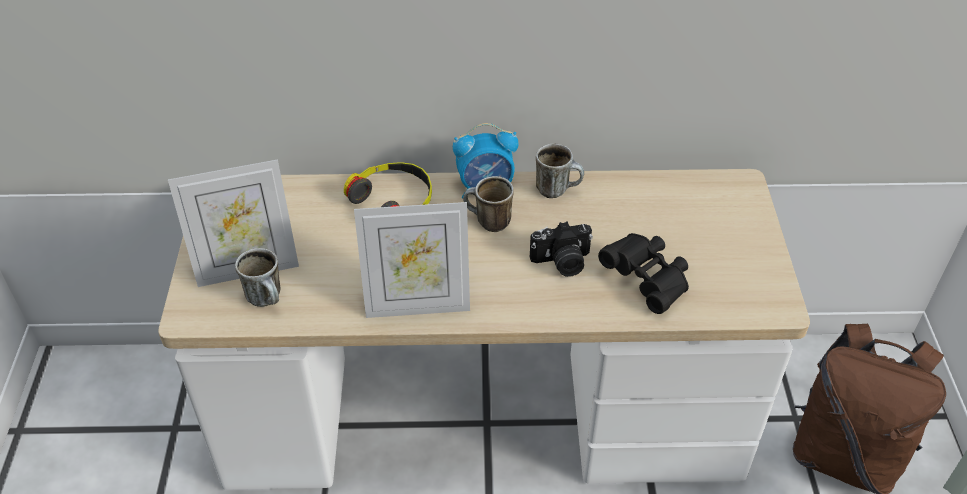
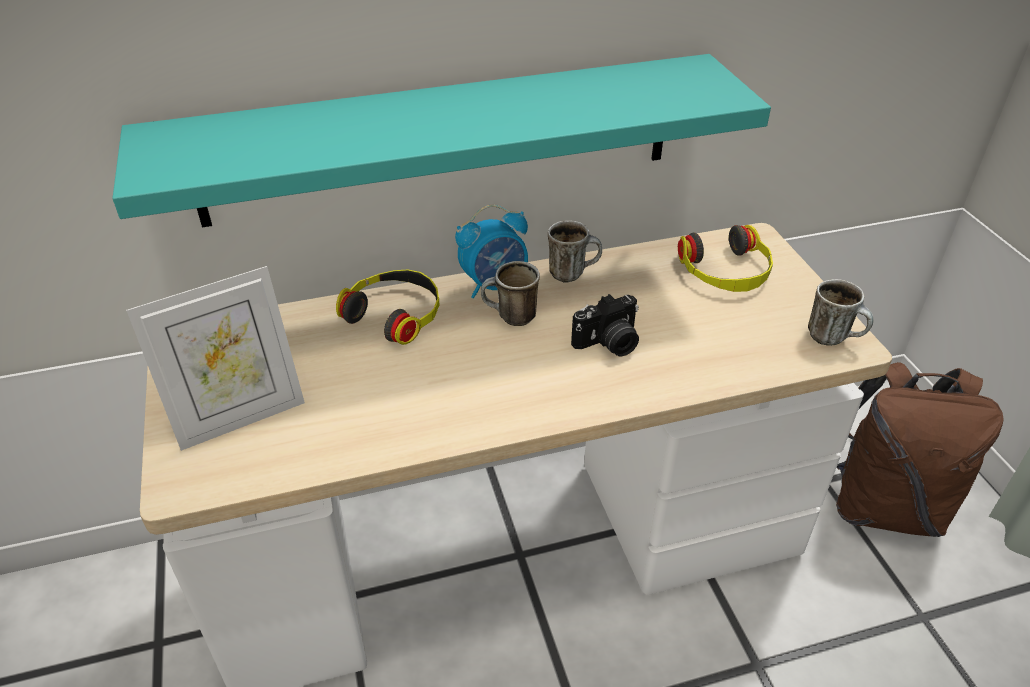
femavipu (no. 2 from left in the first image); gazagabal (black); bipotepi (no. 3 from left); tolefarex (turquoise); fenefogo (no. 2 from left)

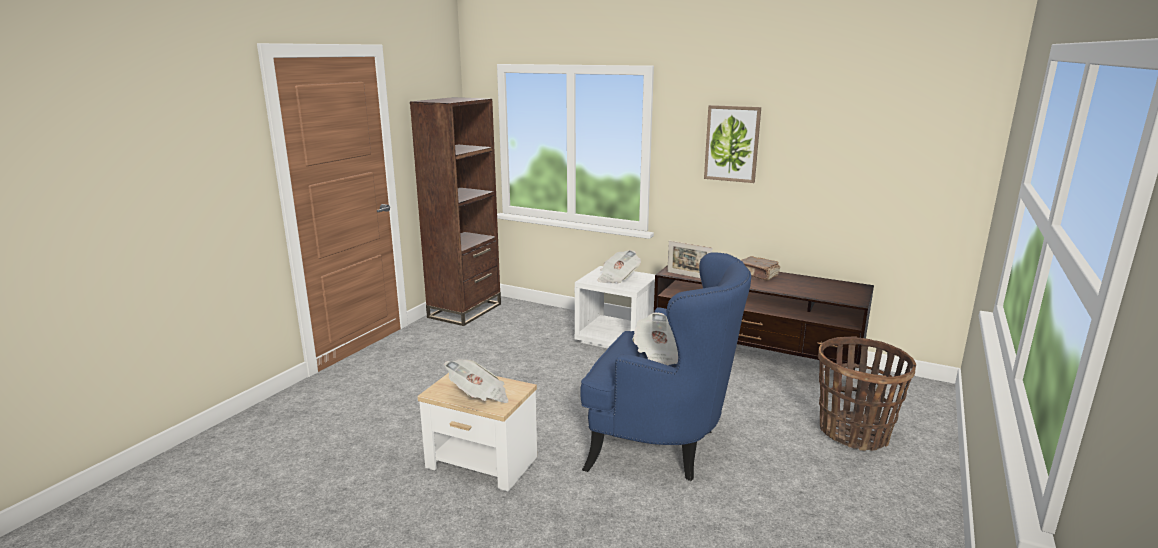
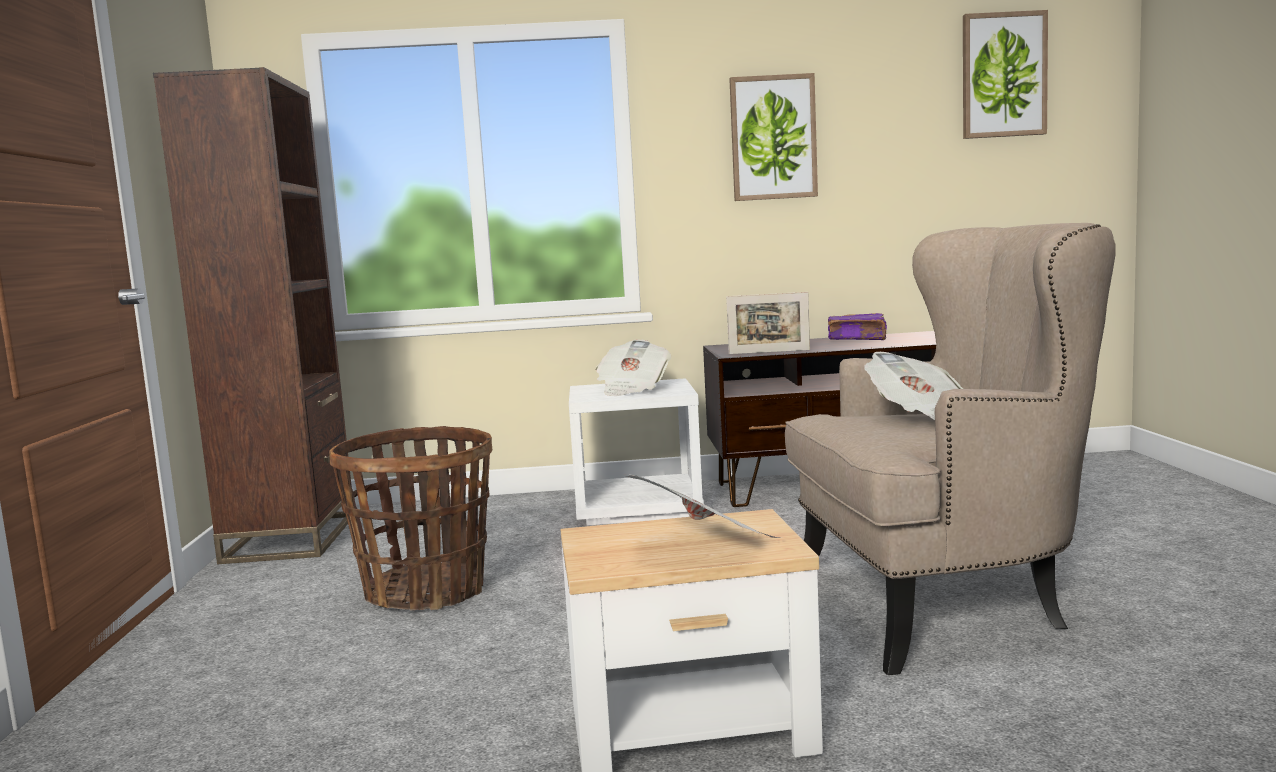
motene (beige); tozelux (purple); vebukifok; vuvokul (no. 2 from left)

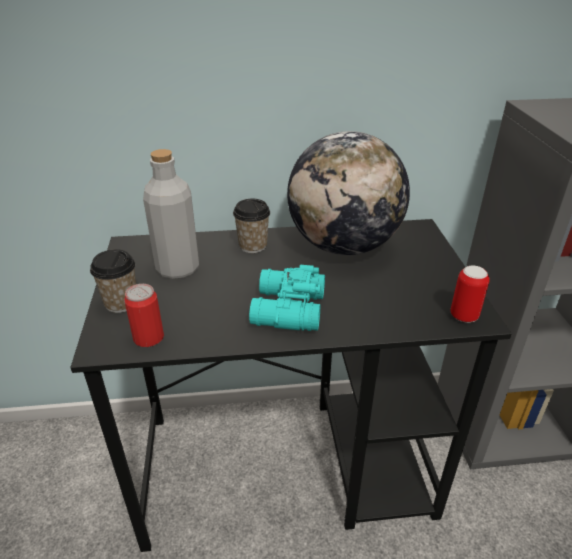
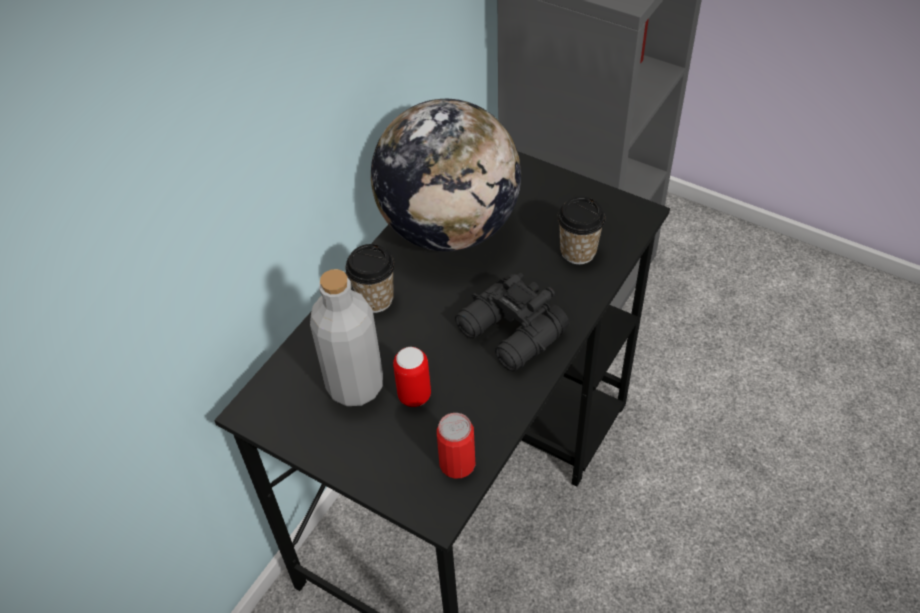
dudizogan (no. 2 from left); gazagabal (black); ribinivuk (no. 1 from left)

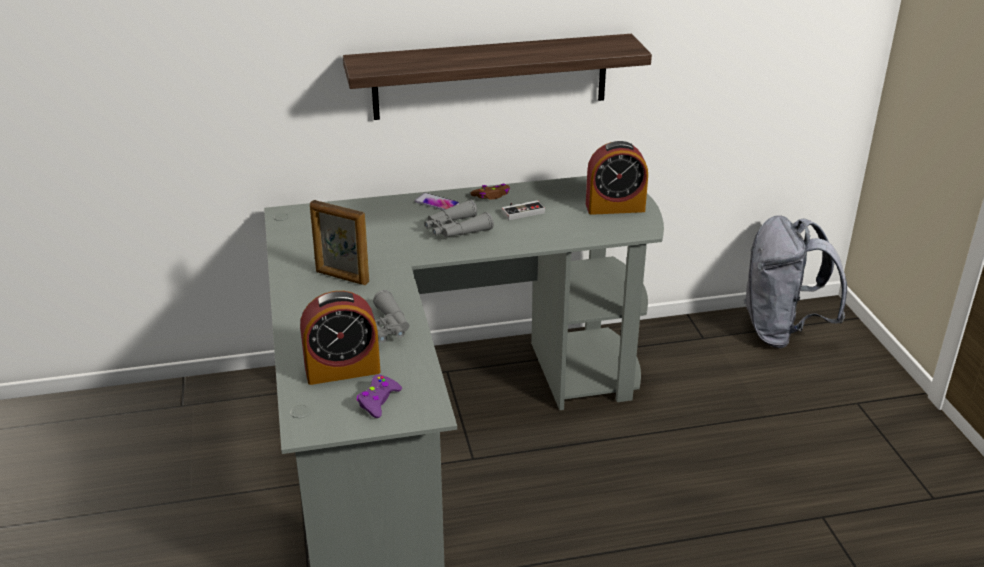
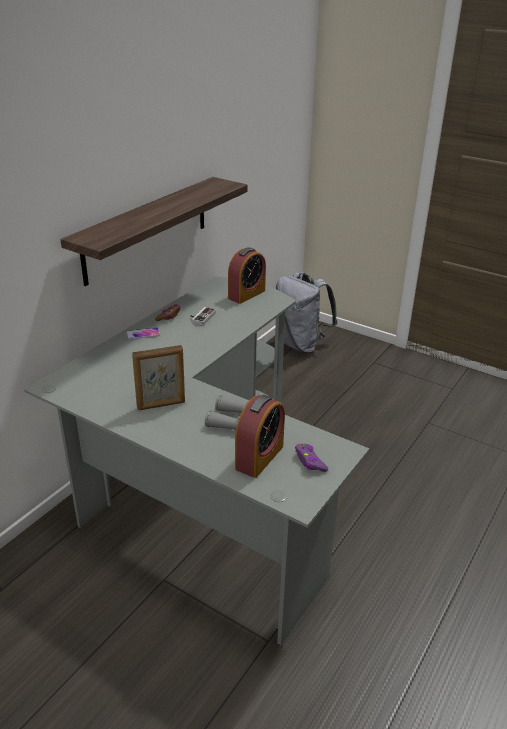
gazagabal (grey) (no. 2 from left in the first image)

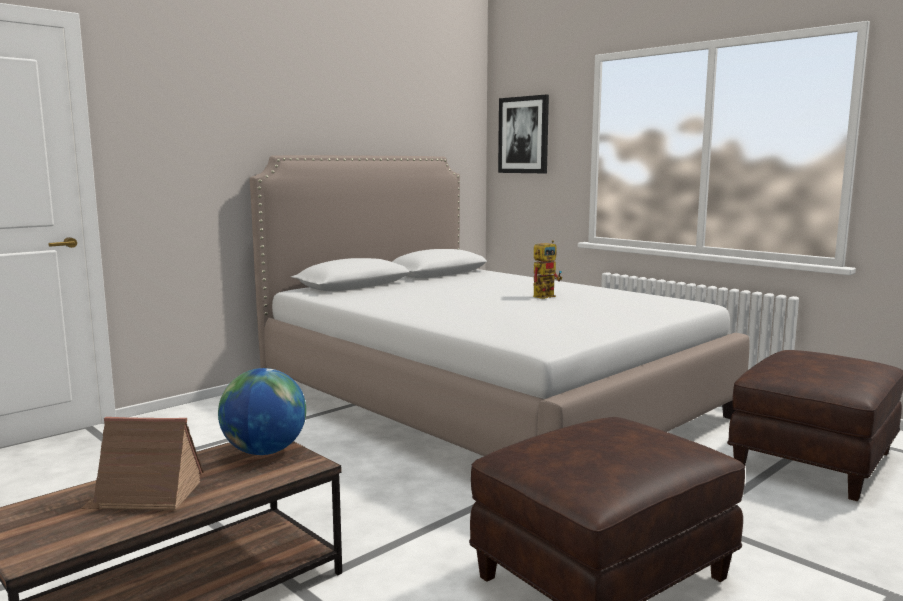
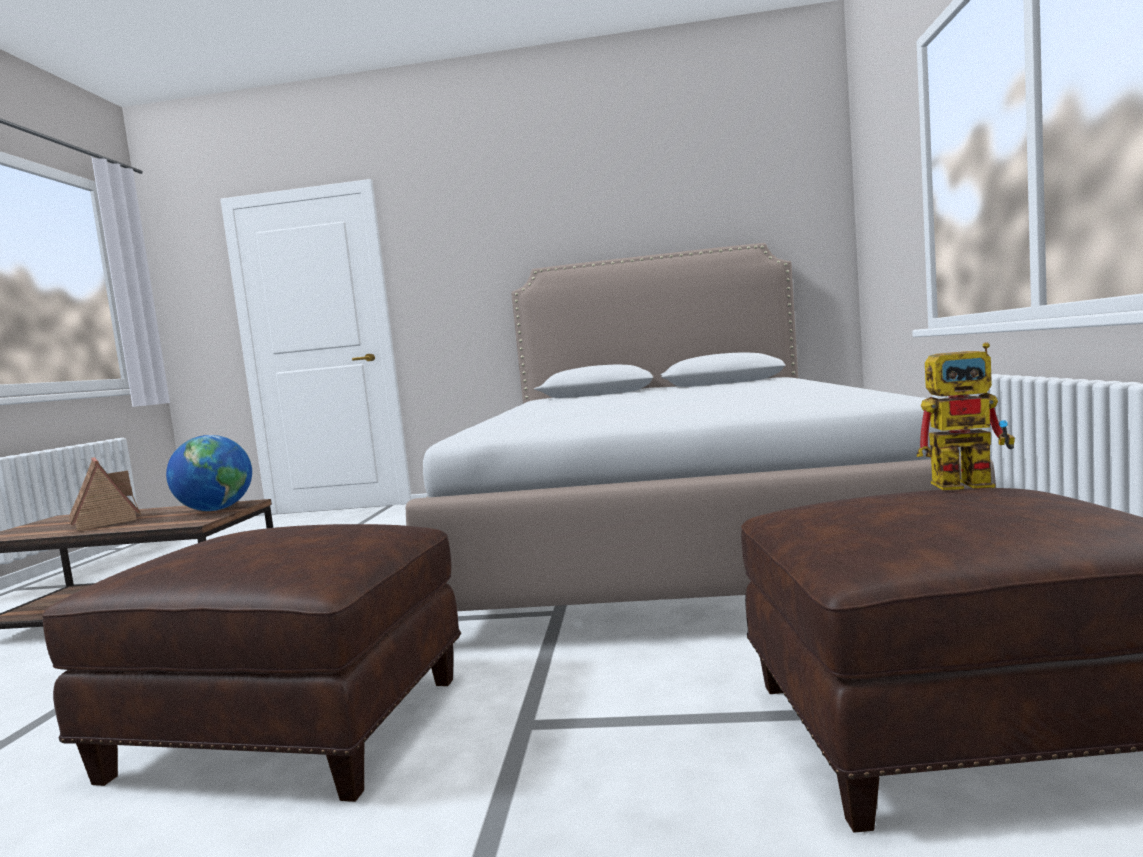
vuvokul; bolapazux

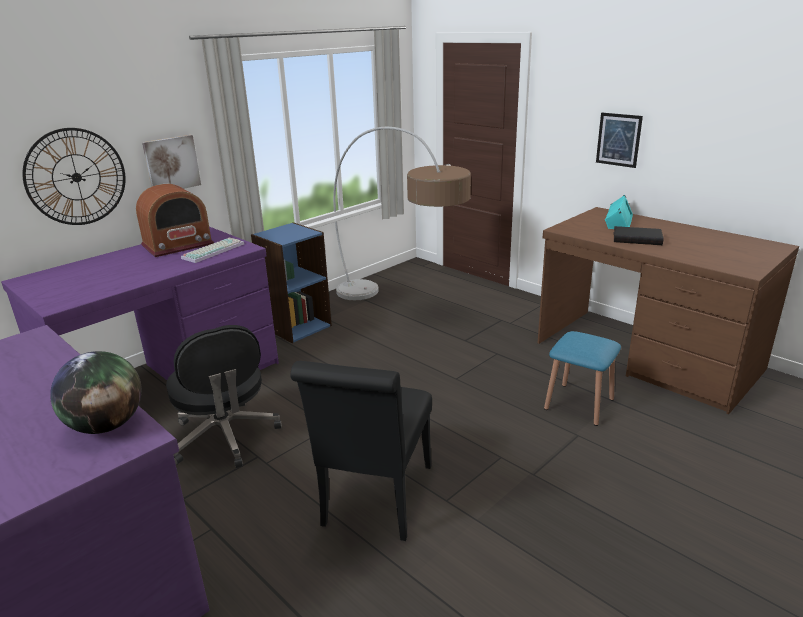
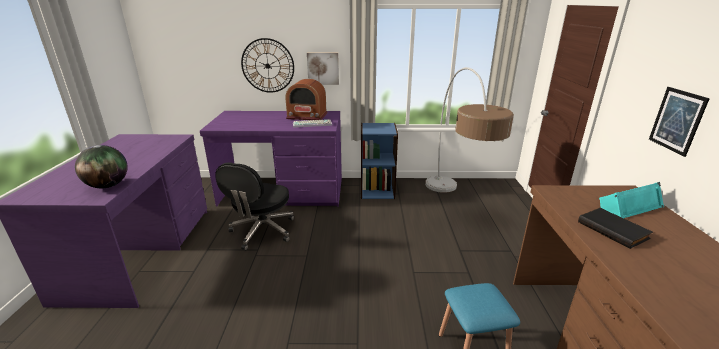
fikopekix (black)

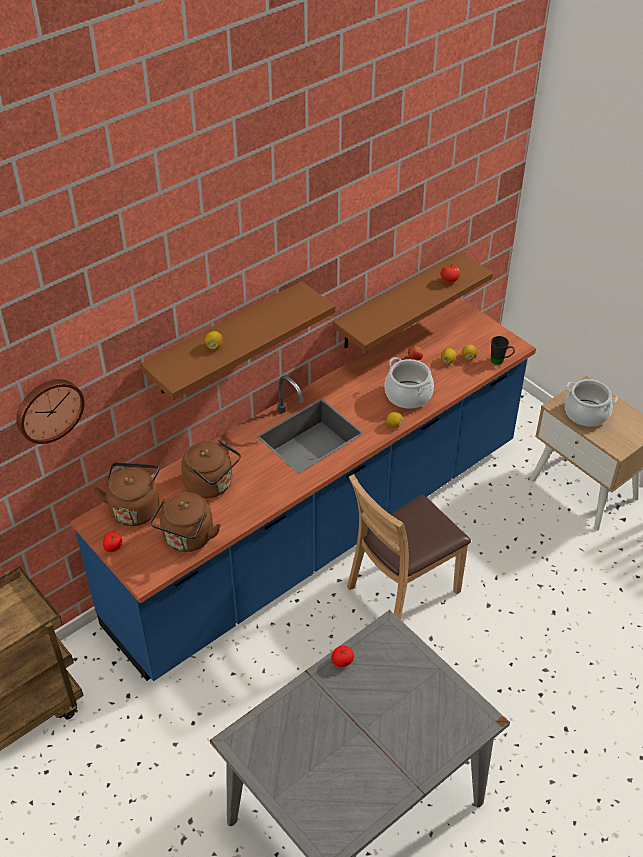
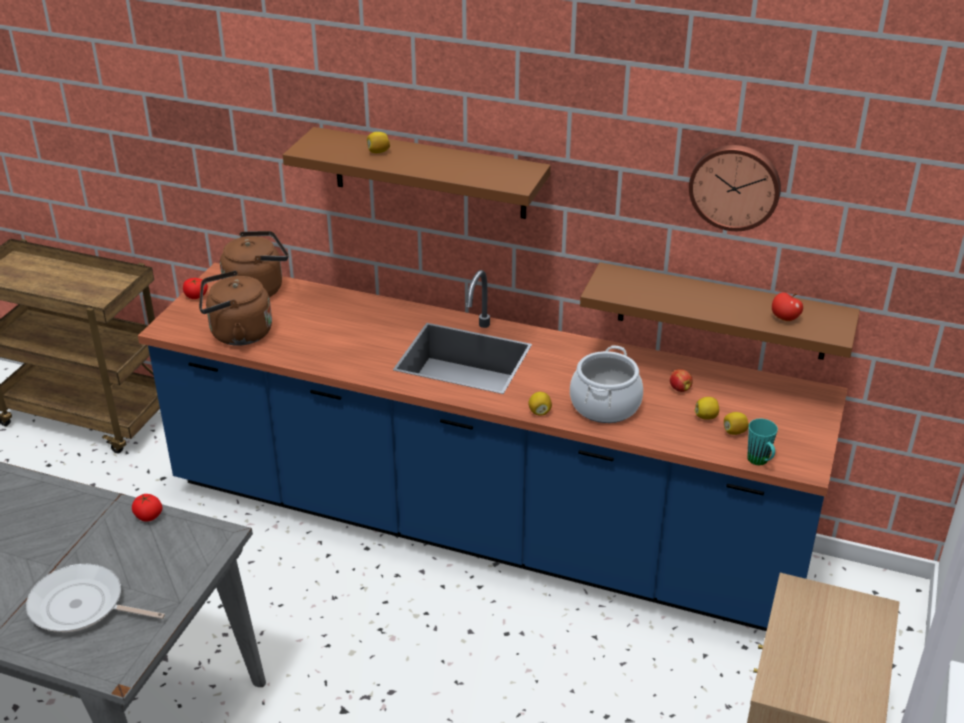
bipotepi (turquoise); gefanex; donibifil (no. 2 from left in the first image); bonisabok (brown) (no. 3 from left in the first image); fikopekix (brown); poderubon

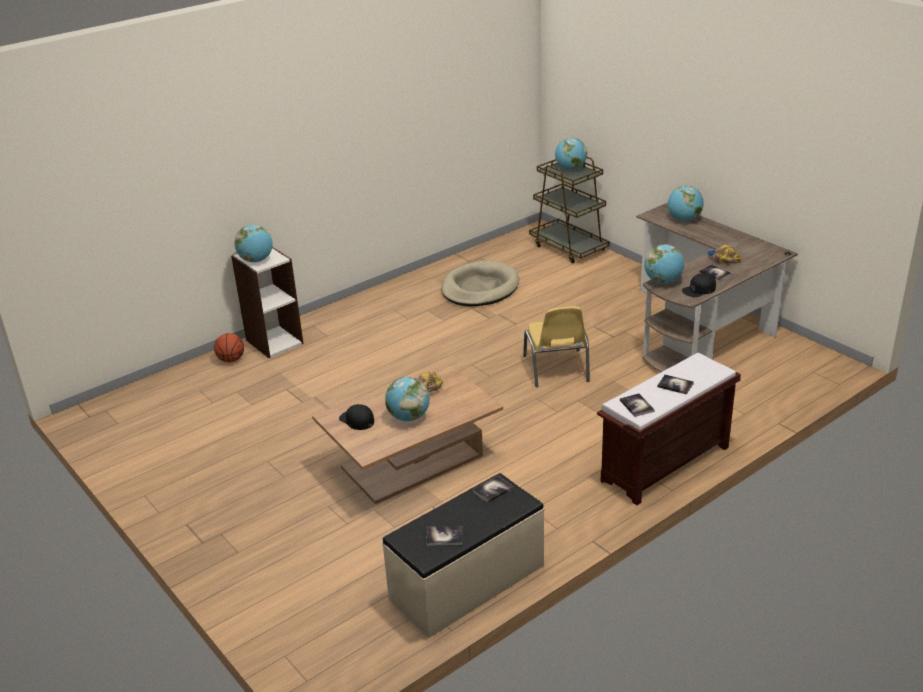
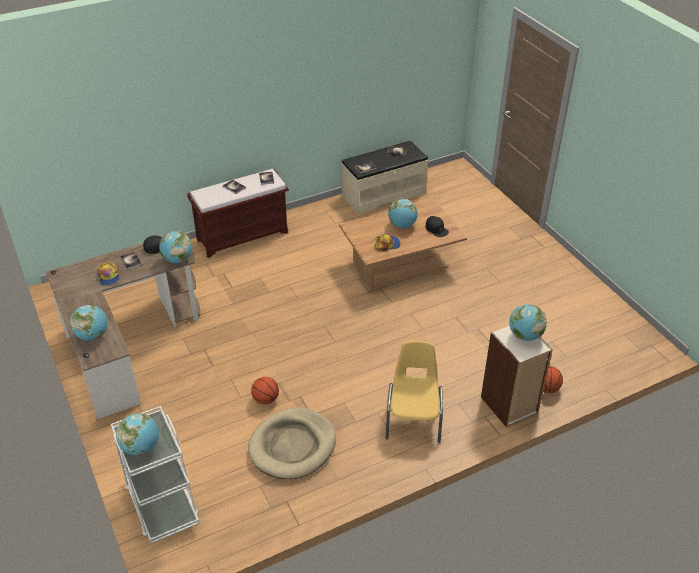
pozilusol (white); fikopekix (yellow); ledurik (no. 1 from left)

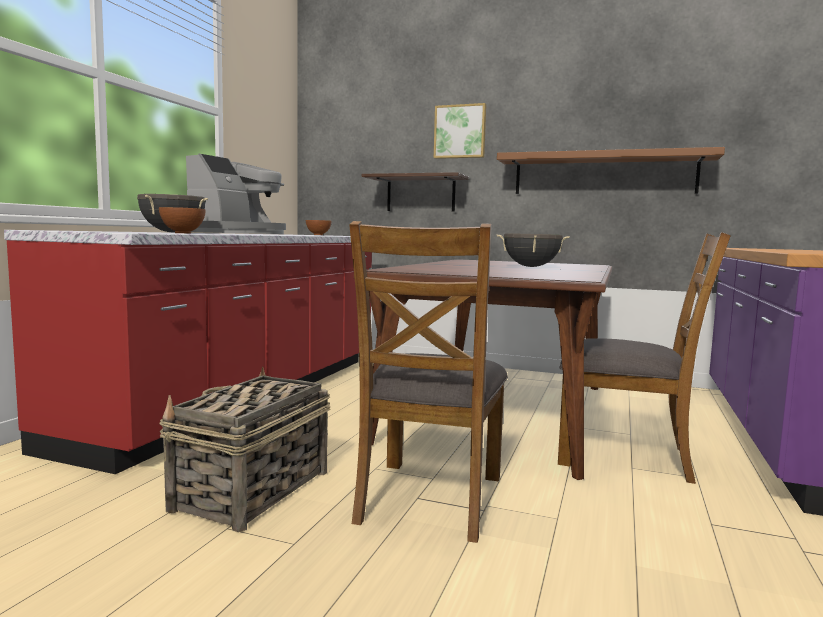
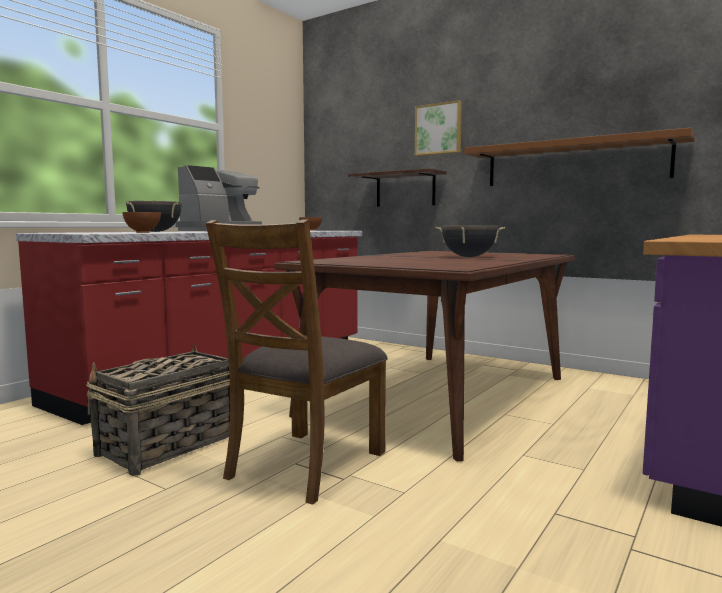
fikopekix (brown) (no. 2 from left in the first image)

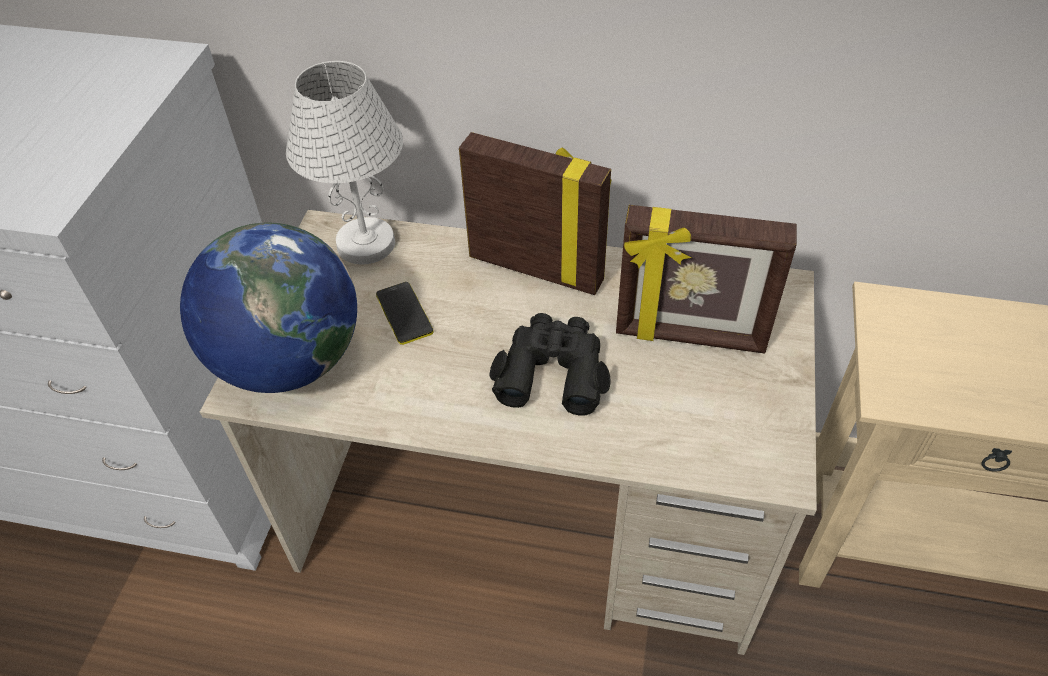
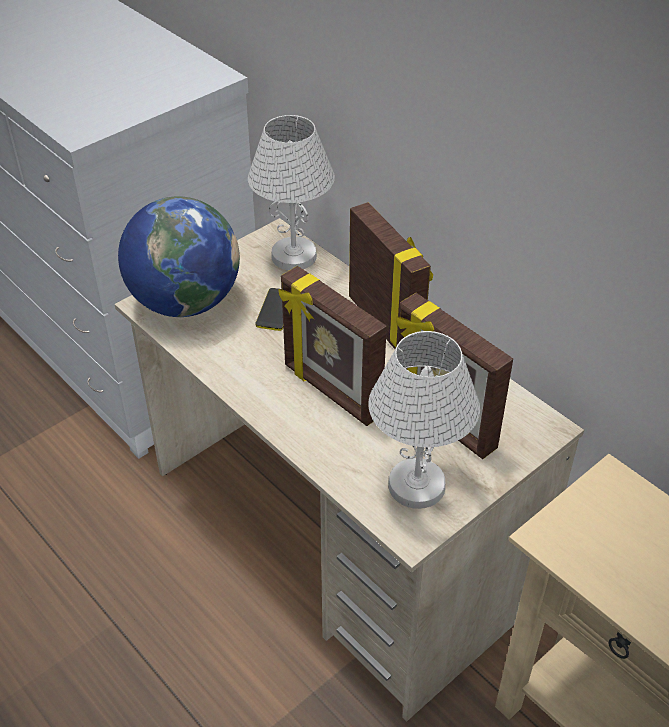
femavipu (no. 1 from left); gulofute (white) (no. 2 from left)

